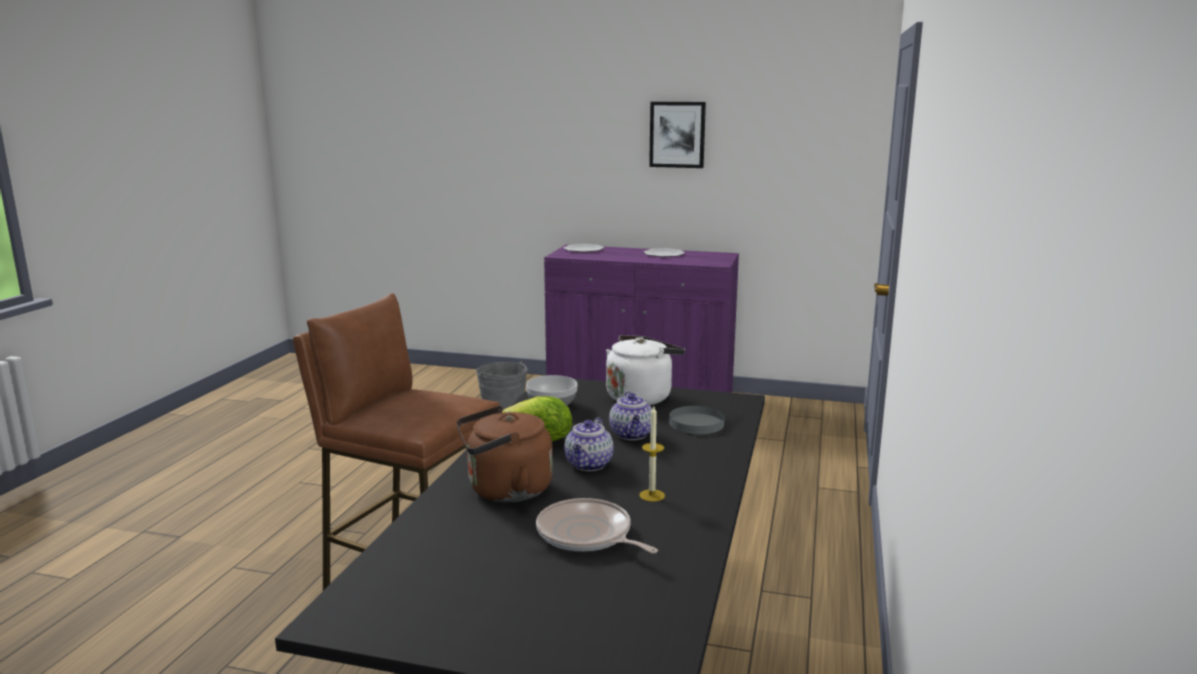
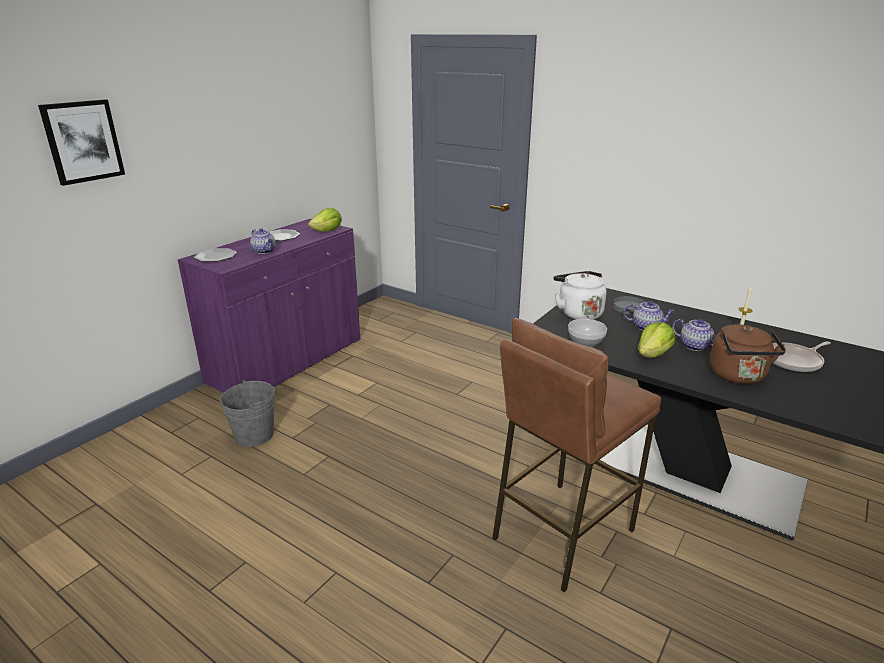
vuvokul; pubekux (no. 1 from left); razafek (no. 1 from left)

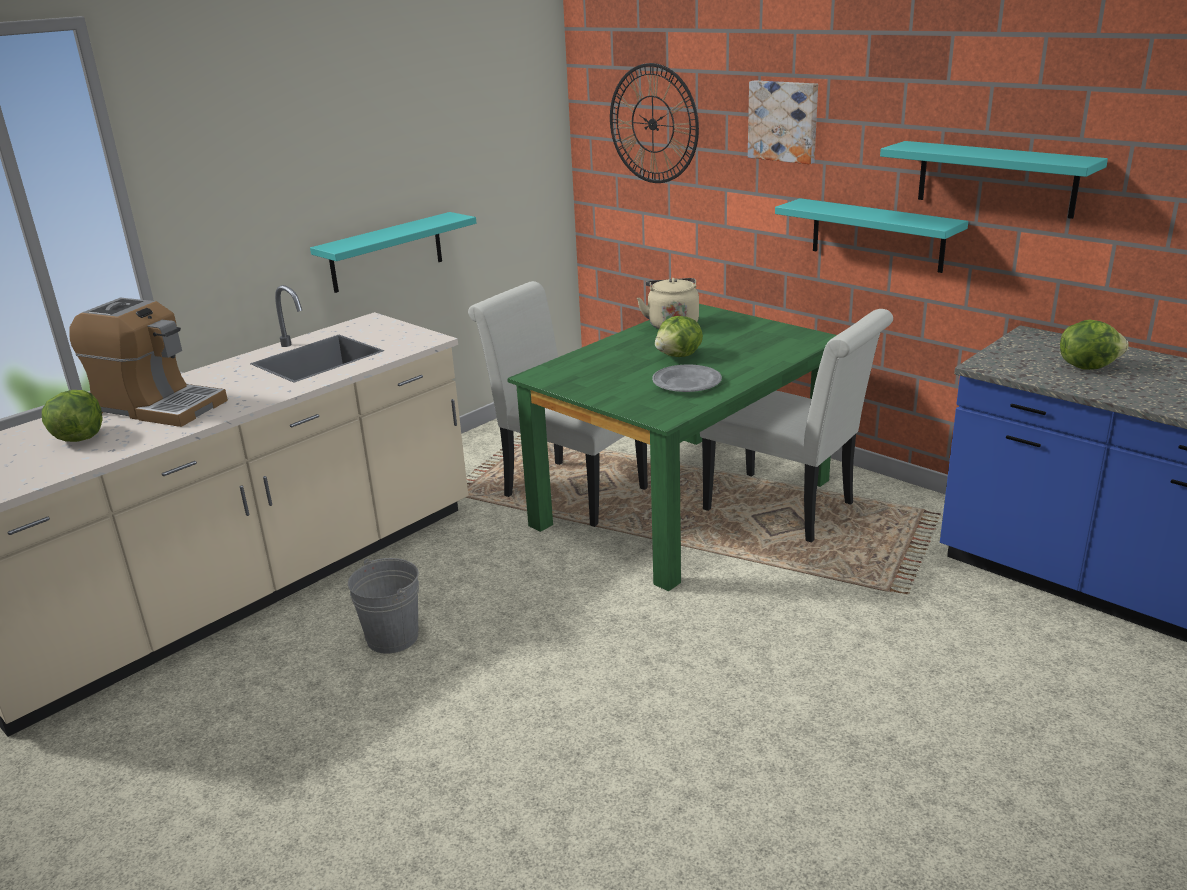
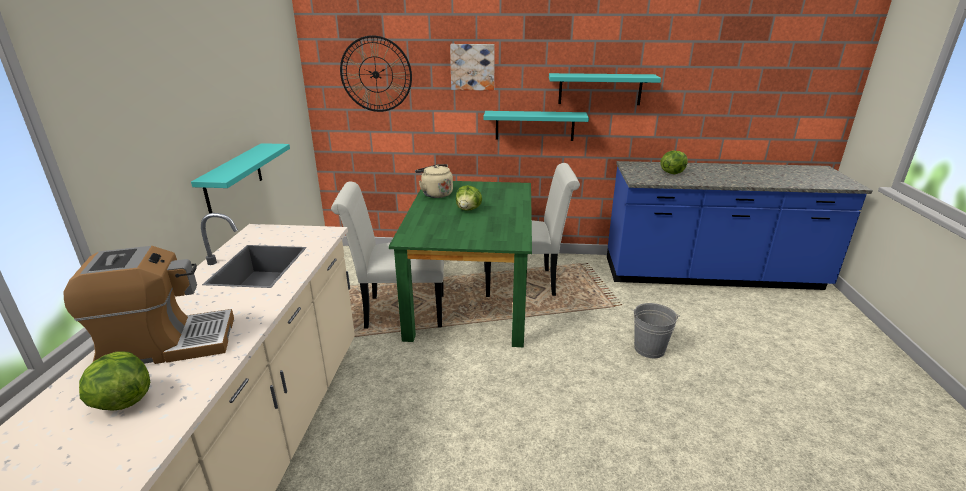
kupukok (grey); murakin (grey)

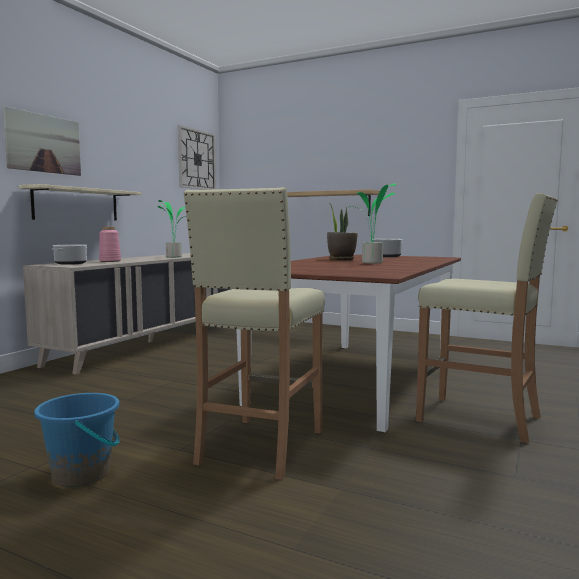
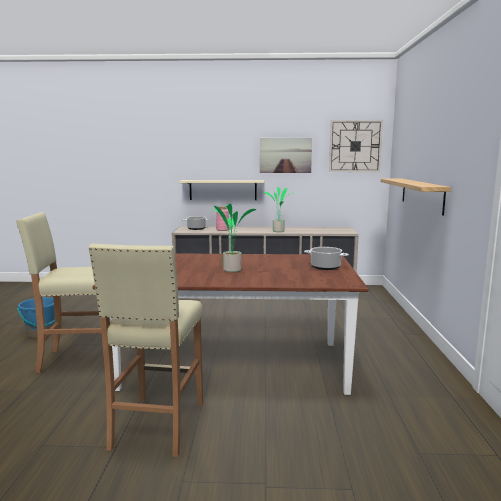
vuvokul; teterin (no. 2 from left in the first image)

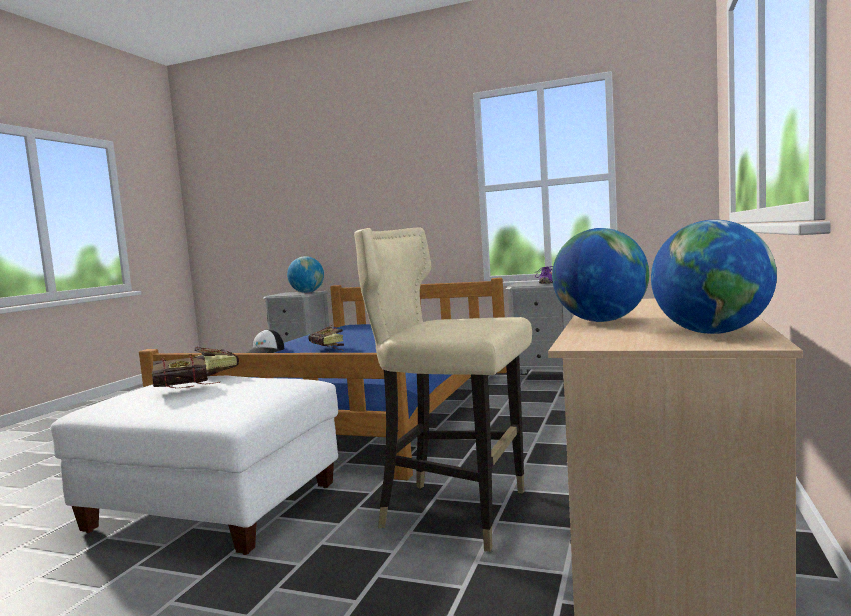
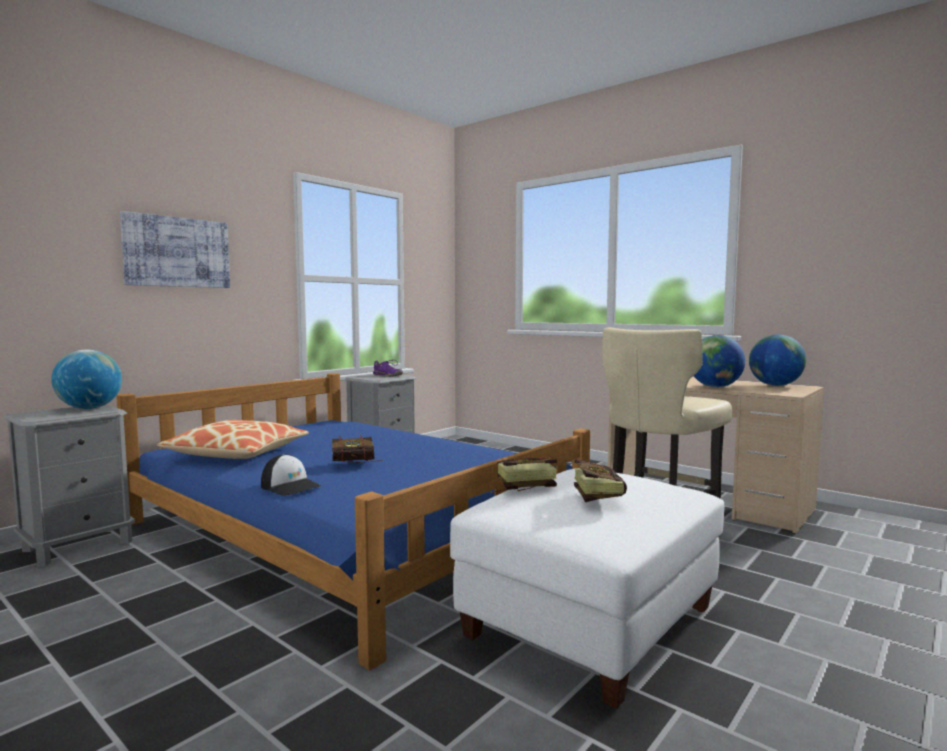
vuvokul; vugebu

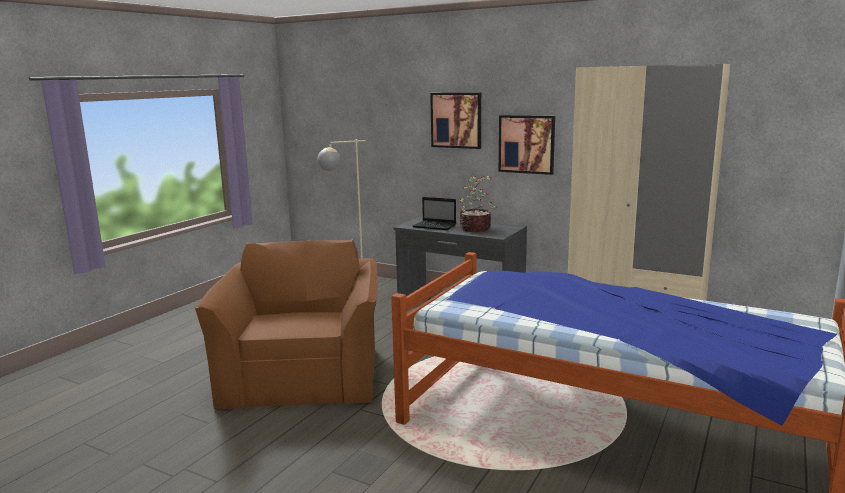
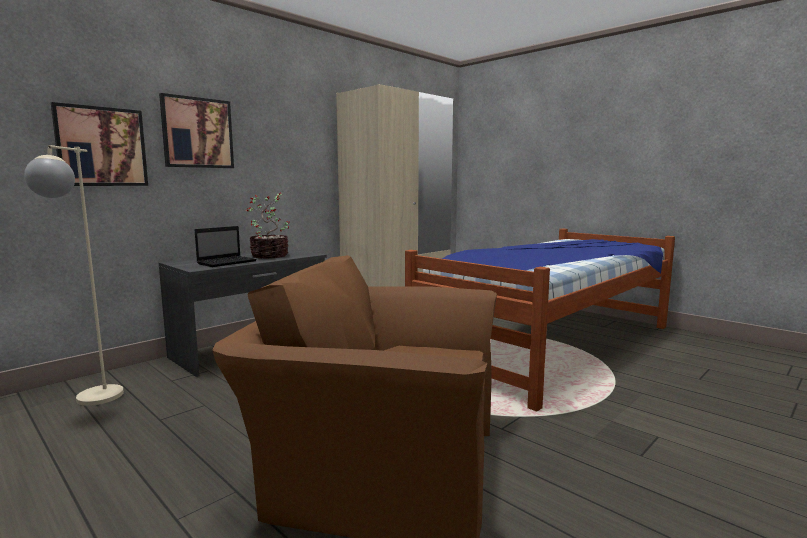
vuvokul (no. 1 from left)

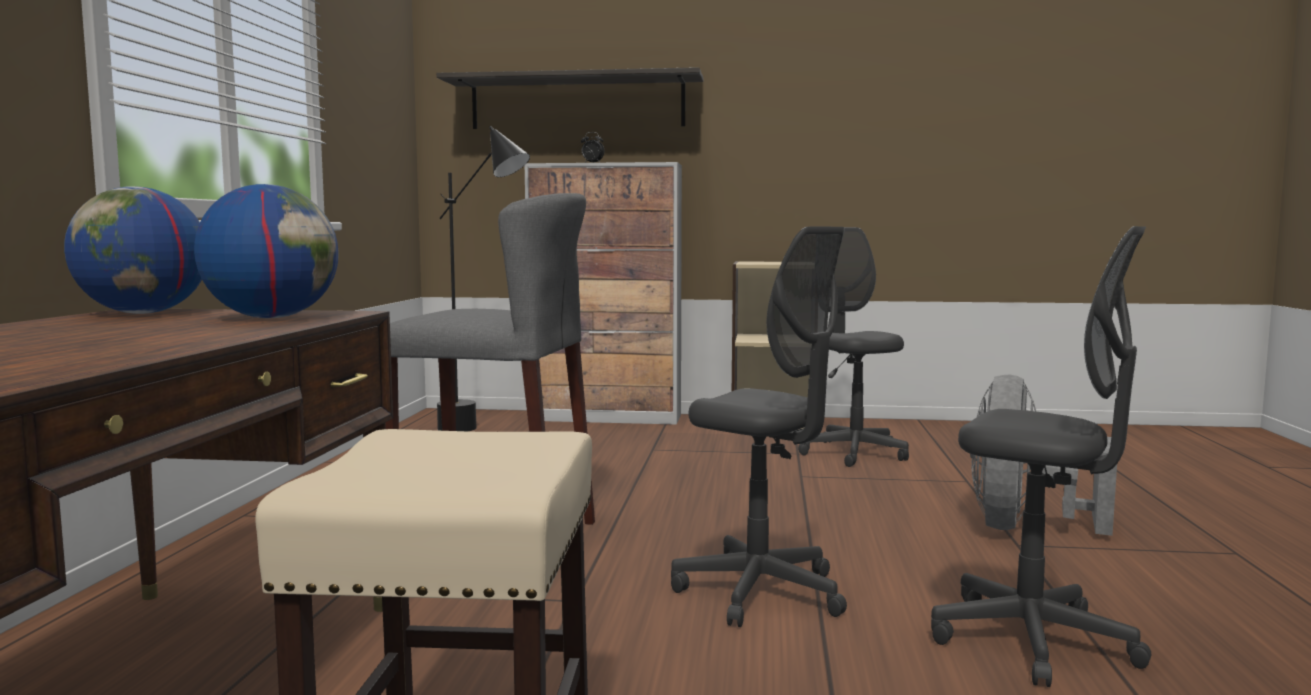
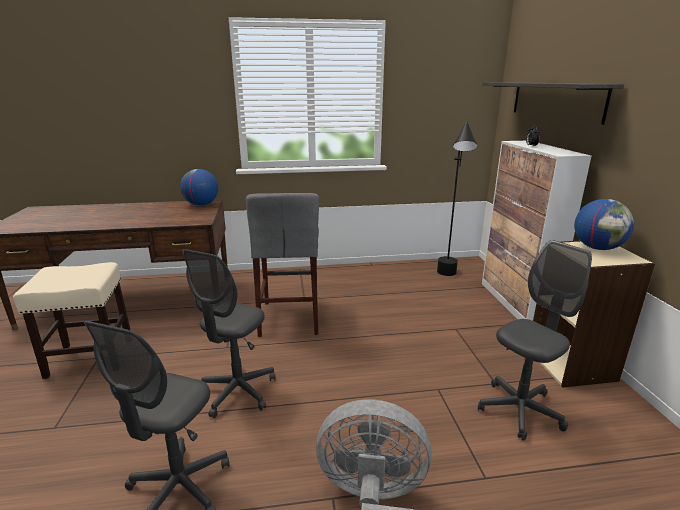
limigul (no. 2 from left)

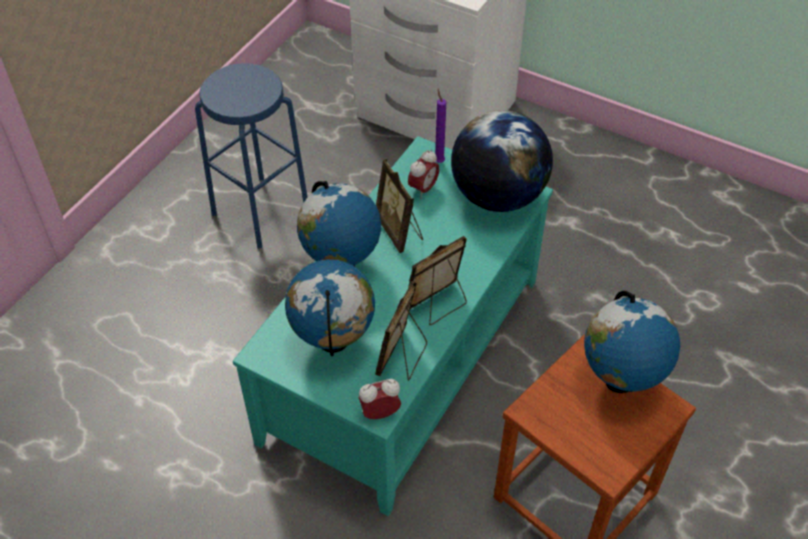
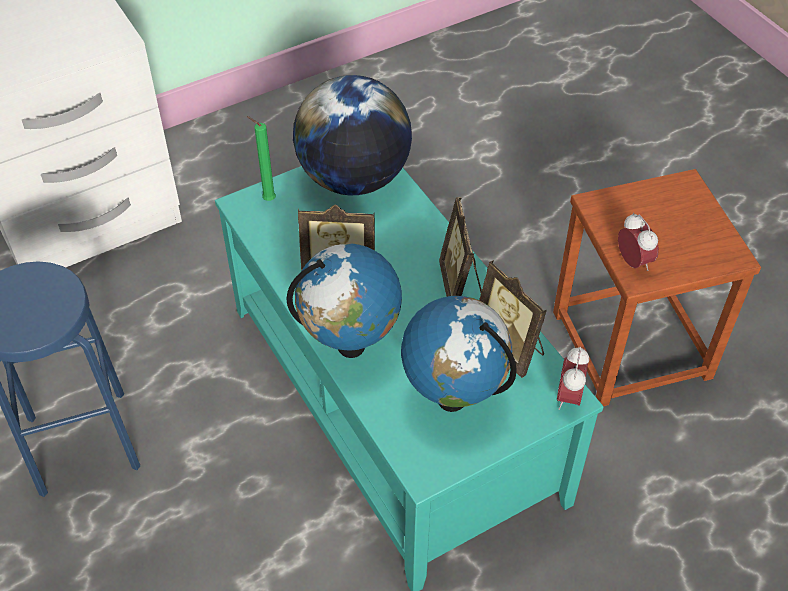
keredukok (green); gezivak (no. 2 from left); limigul (no. 4 from left in the first image)

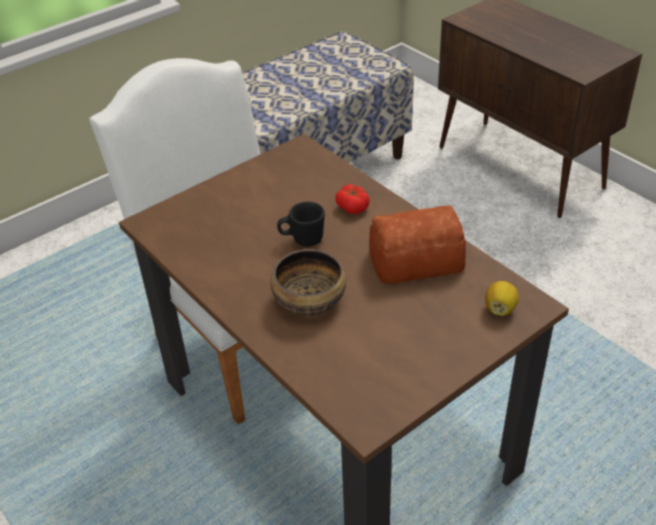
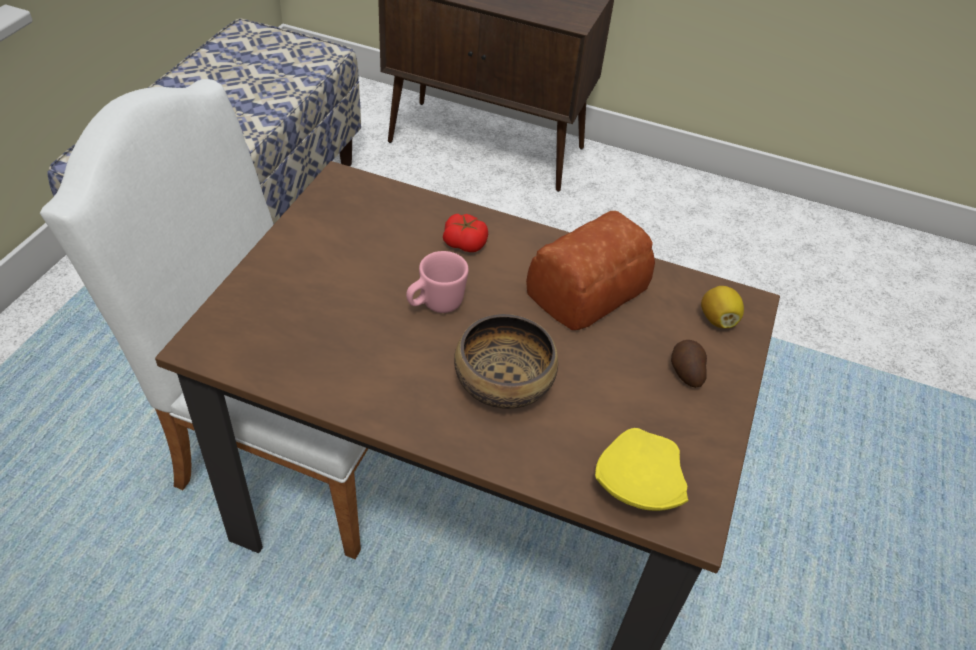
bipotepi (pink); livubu; kupukok (yellow)

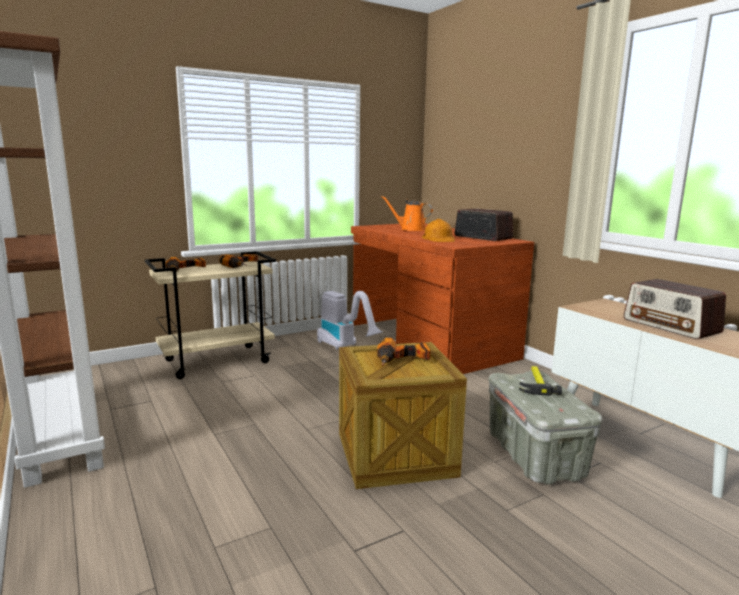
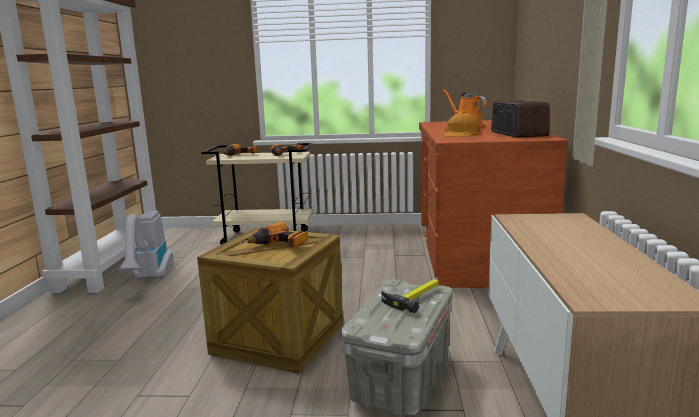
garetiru (no. 2 from left in the first image); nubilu

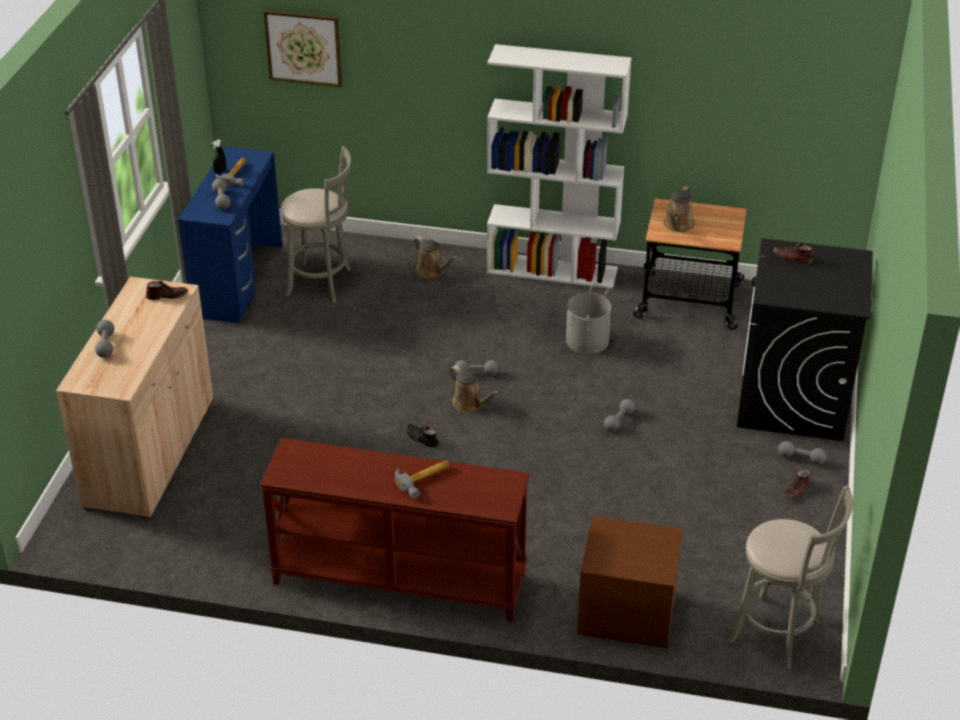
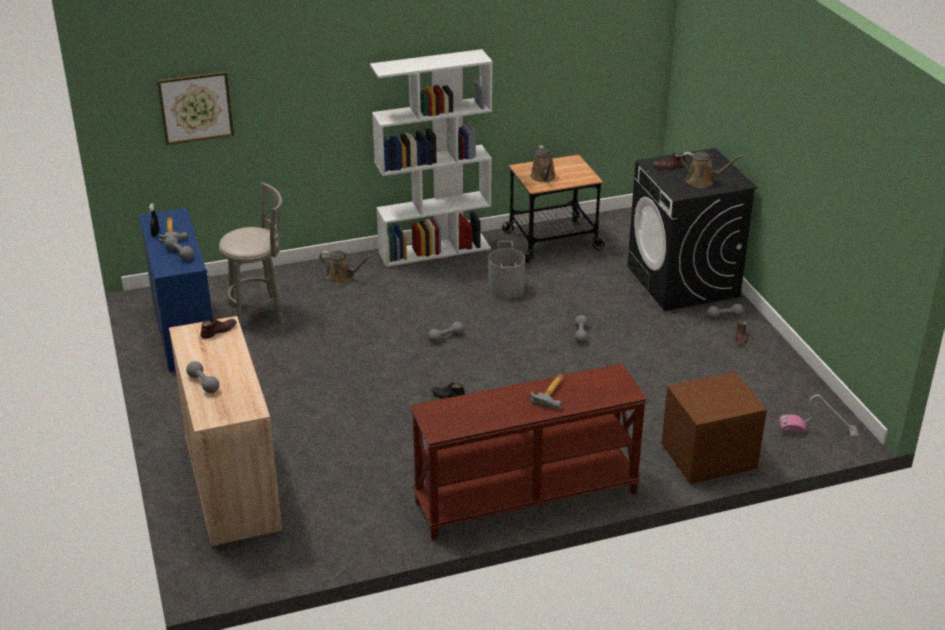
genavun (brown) (no. 3 from left); nubilu

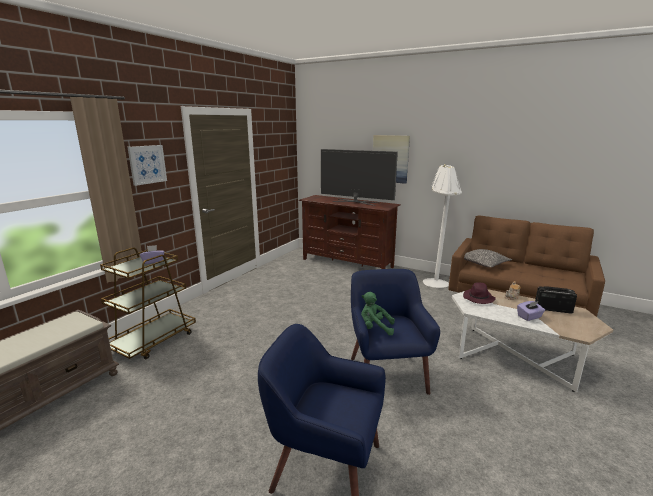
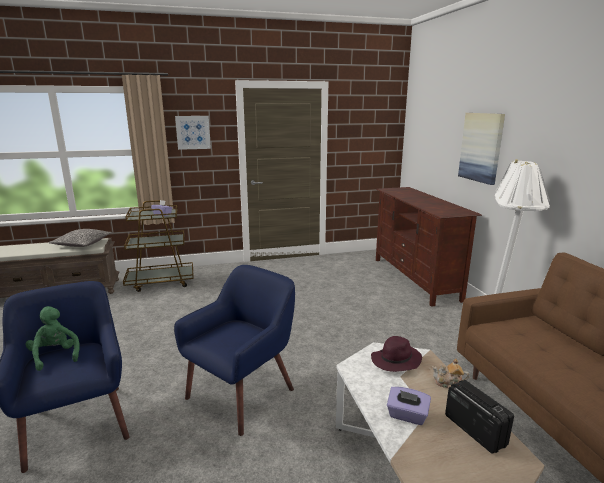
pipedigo; vugebu; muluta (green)

